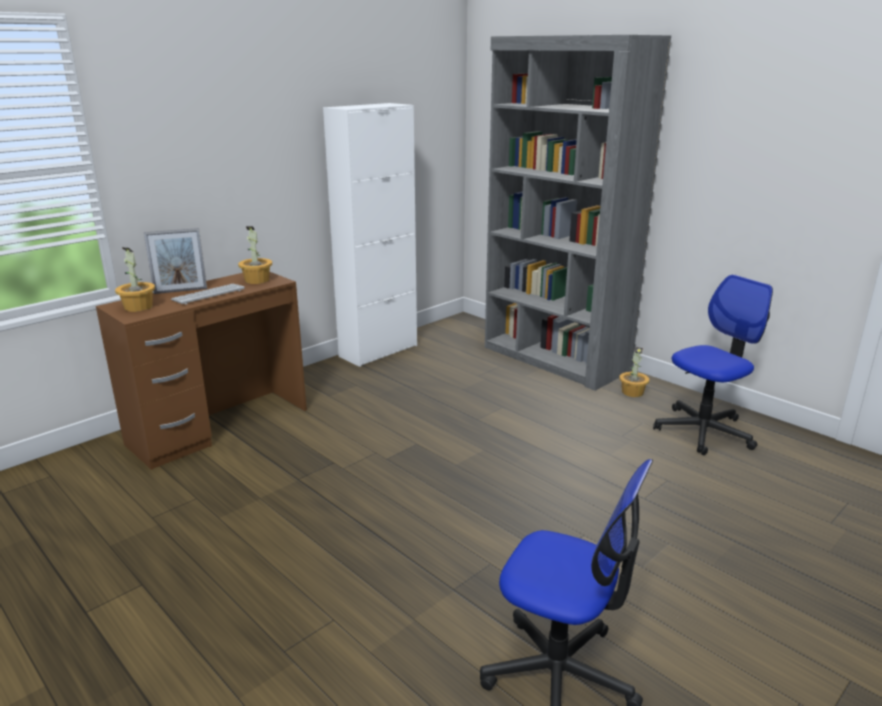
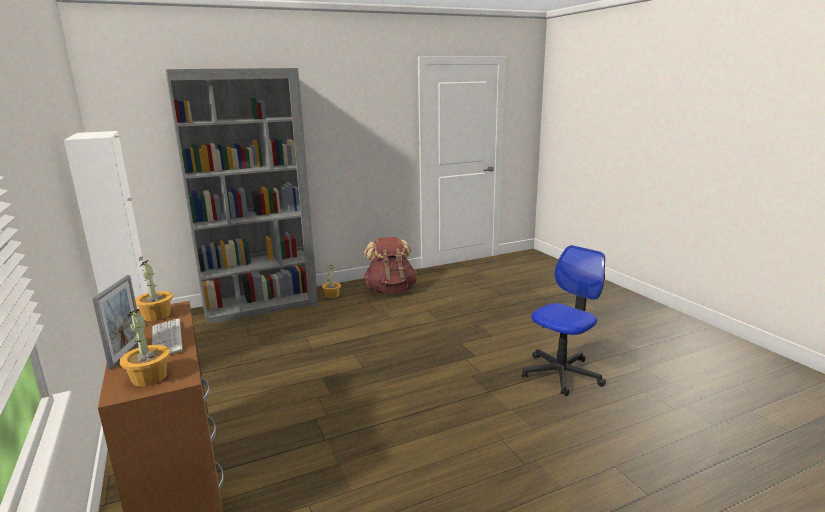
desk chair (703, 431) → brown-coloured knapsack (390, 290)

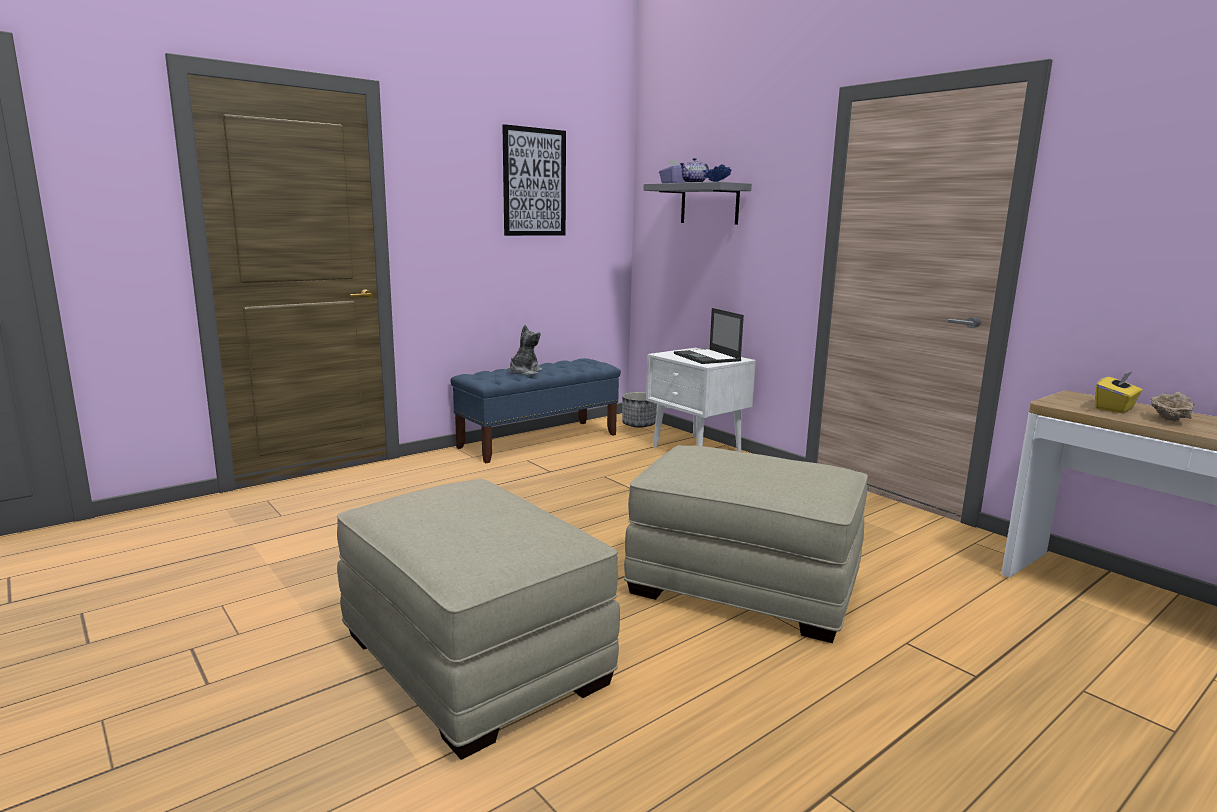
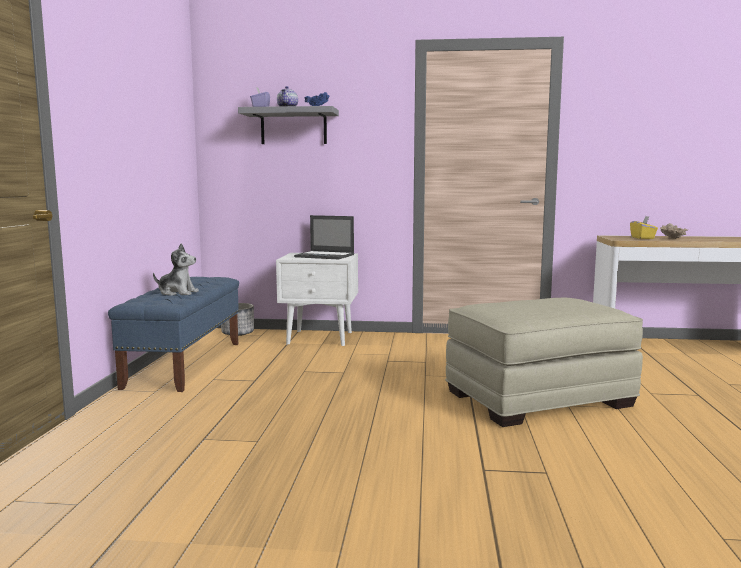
picture (534, 182) → -
cuddly toy (524, 372) → cuddly toy (177, 293), 120 degrees clockwise
beige footrest (475, 659) → -

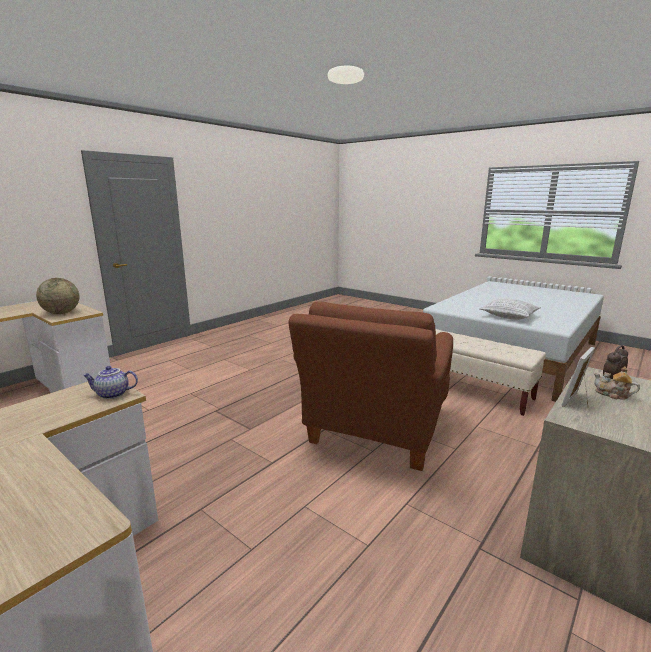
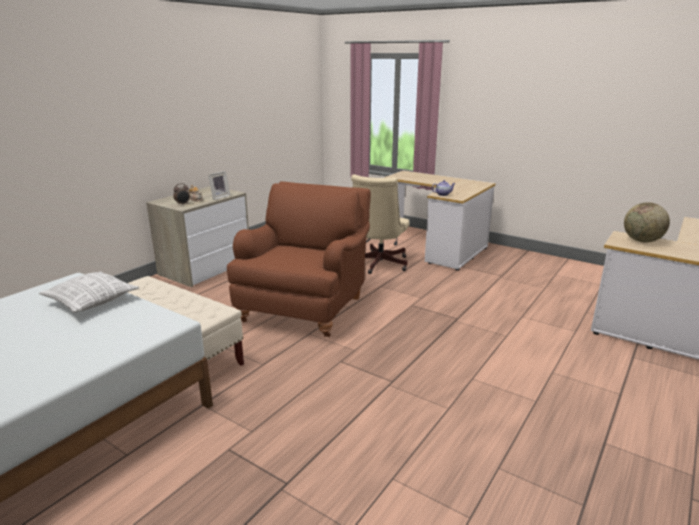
- → beige desk chair (378, 264)

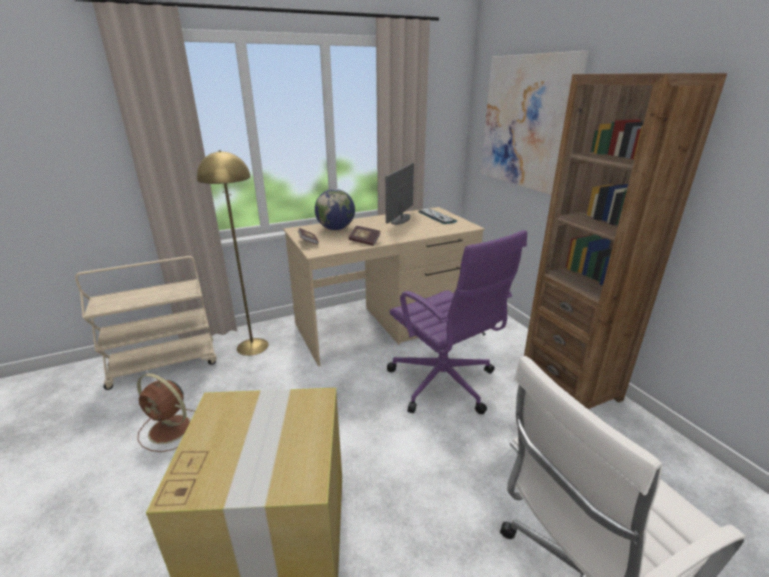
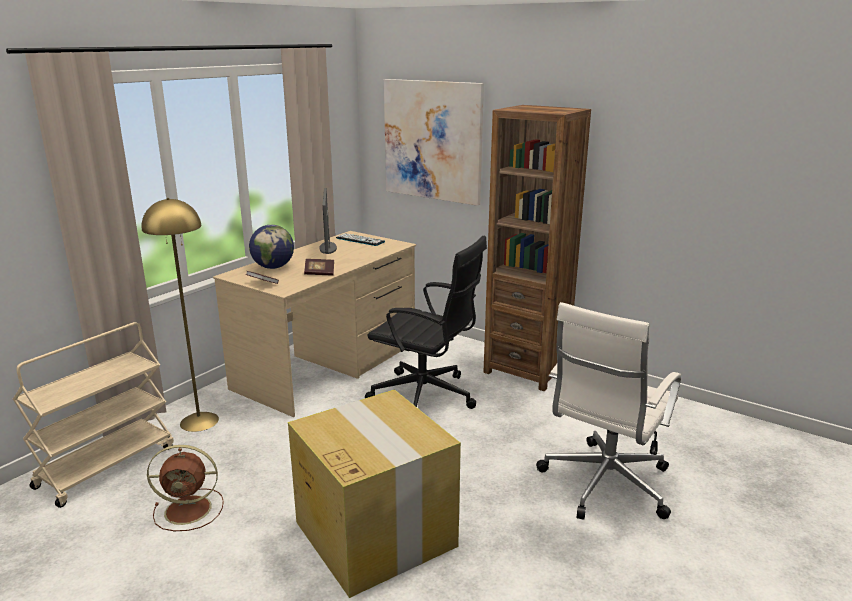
purple-coloured desk chair (444, 384) → blackish desk chair (426, 397)

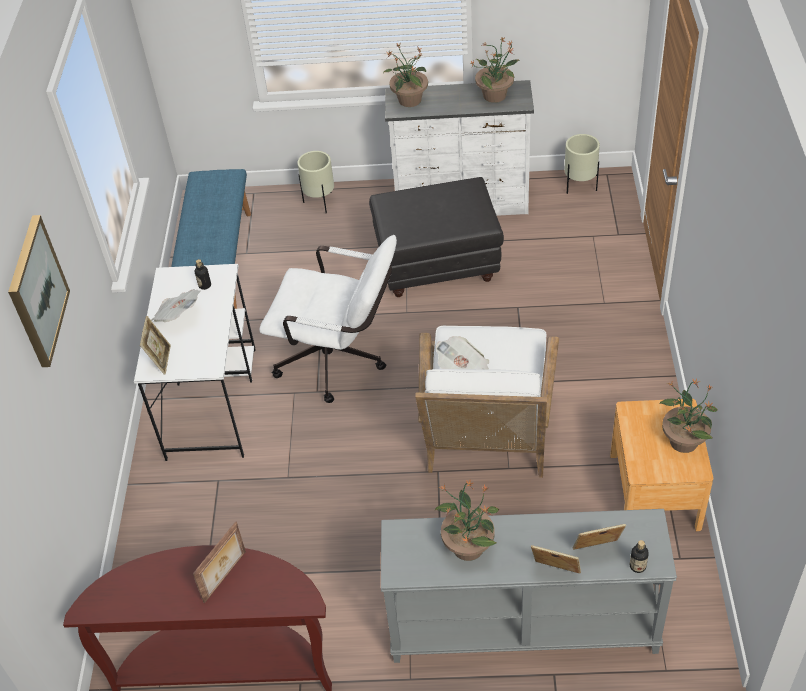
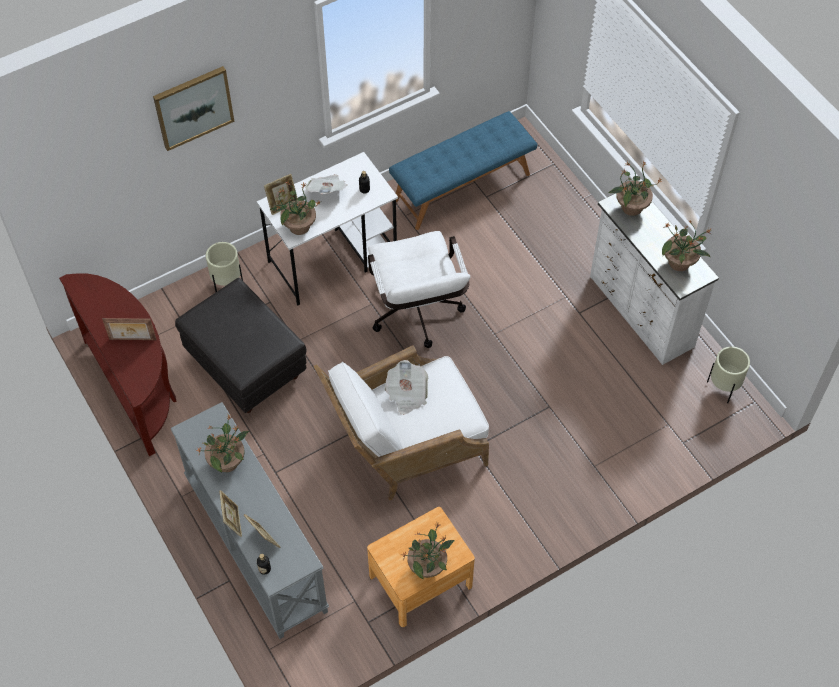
beige plant pot (320, 203) → beige plant pot (227, 284), relocated
blackish footrest (437, 266) → blackish footrest (245, 367), relocated
- → potted plant (298, 226)

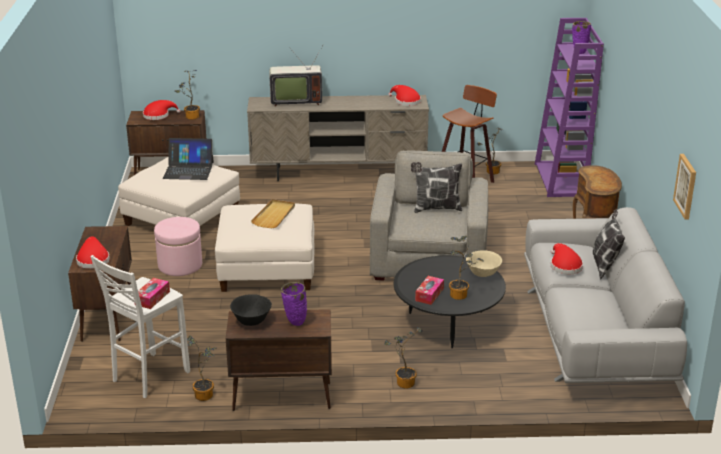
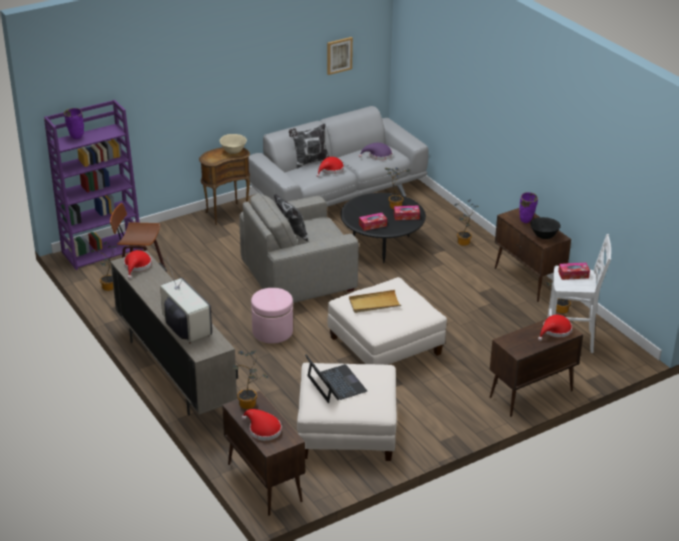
pink-coloured footrest (180, 265) → pink-coloured footrest (272, 332), relocated
beige bowl (483, 274) → beige bowl (233, 151), relocated
- → purple-coloured hat (378, 155)
- → tissue box (372, 225)

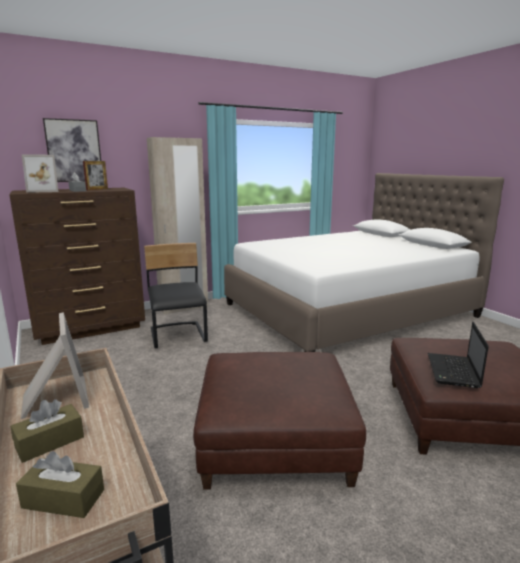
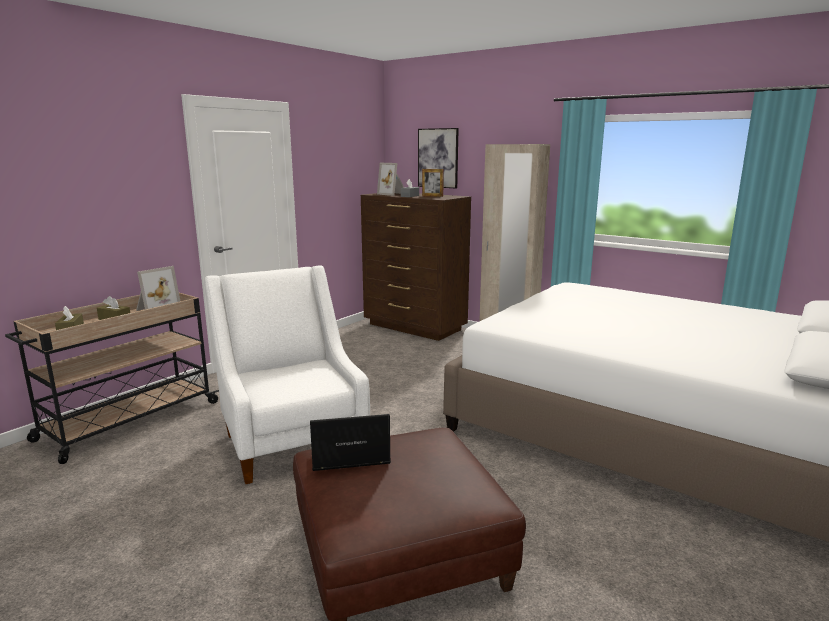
blackish chair (178, 336) → -
brown-coloured footrest (274, 439) → whitish armchair (291, 439)

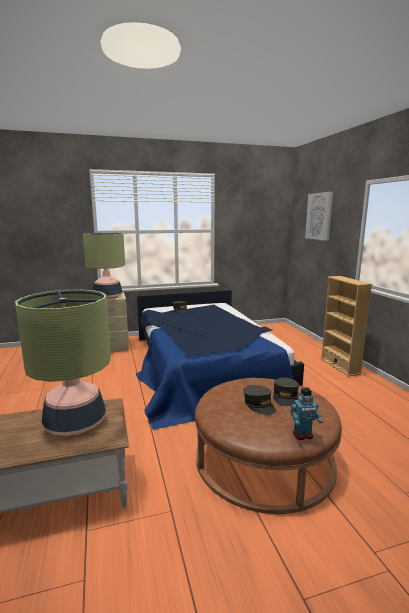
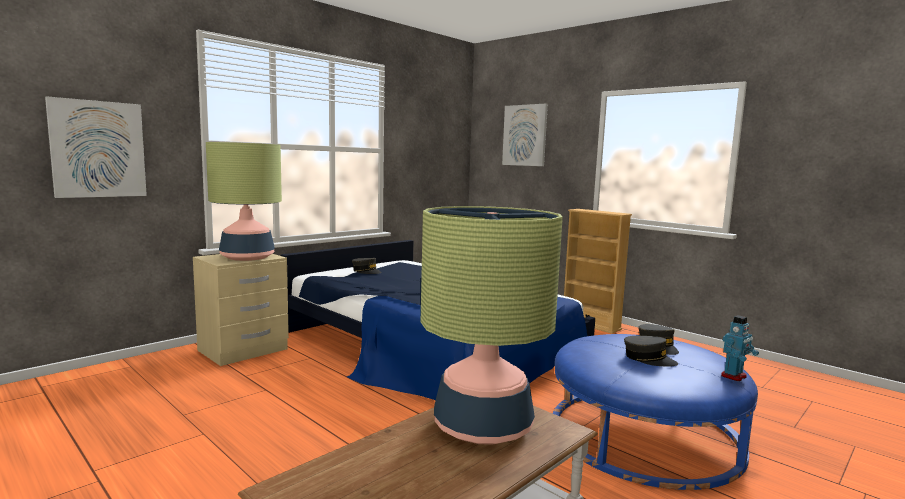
brown-coloured footrest (264, 457) → bluish footrest (644, 433)
- → picture (98, 149)

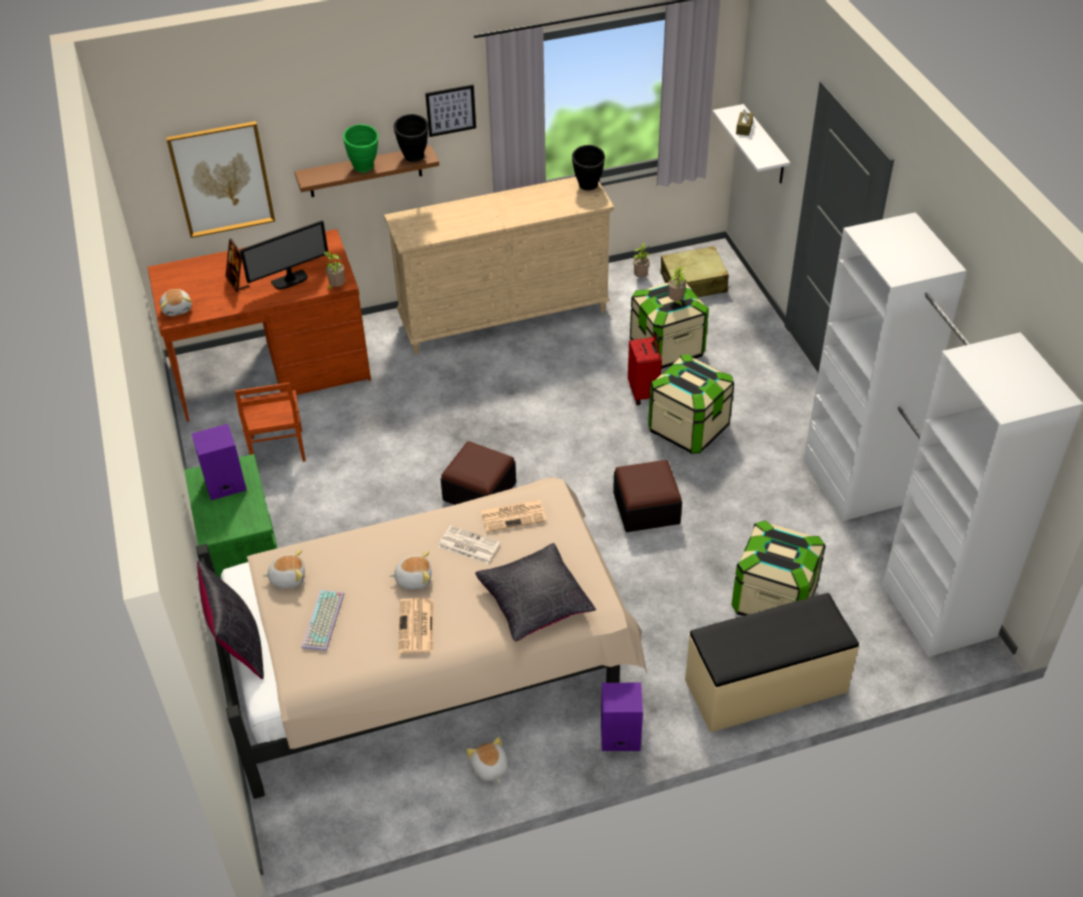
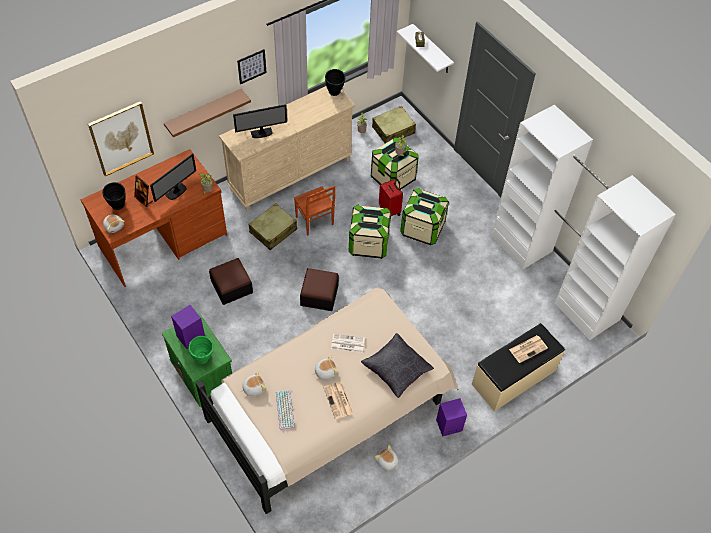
blackish flower vase (414, 159) → blackish flower vase (118, 207), relocated
green flower vase (365, 169) → green flower vase (204, 360), relocated
brown-coloured chair (277, 450) → brown-coloured chair (314, 221), relocated
footrest (646, 508) → footrest (232, 287), relocated
daily paper (514, 515) → daily paper (528, 348), relocated
storage box (773, 600) → storage box (368, 243), relocated
blackish pillow (238, 646) → -
- → monitor (261, 133)
- → beige travel case (273, 231)

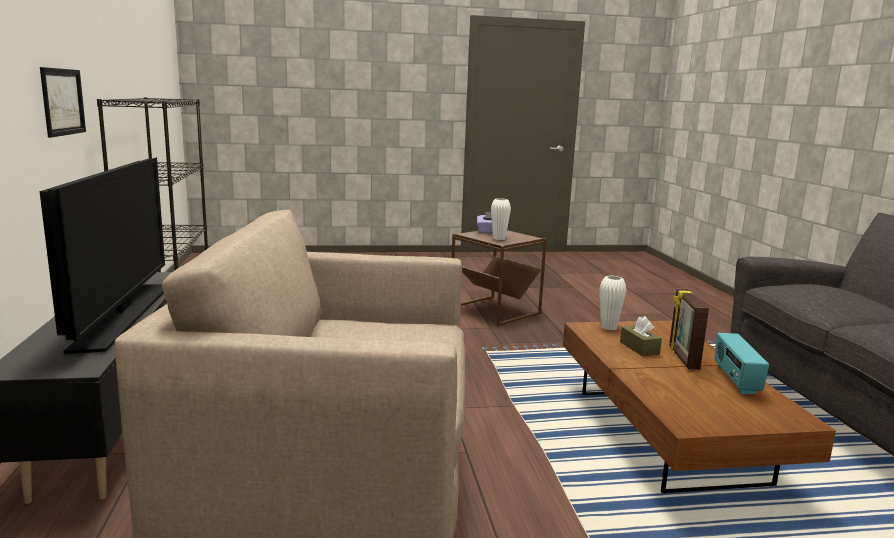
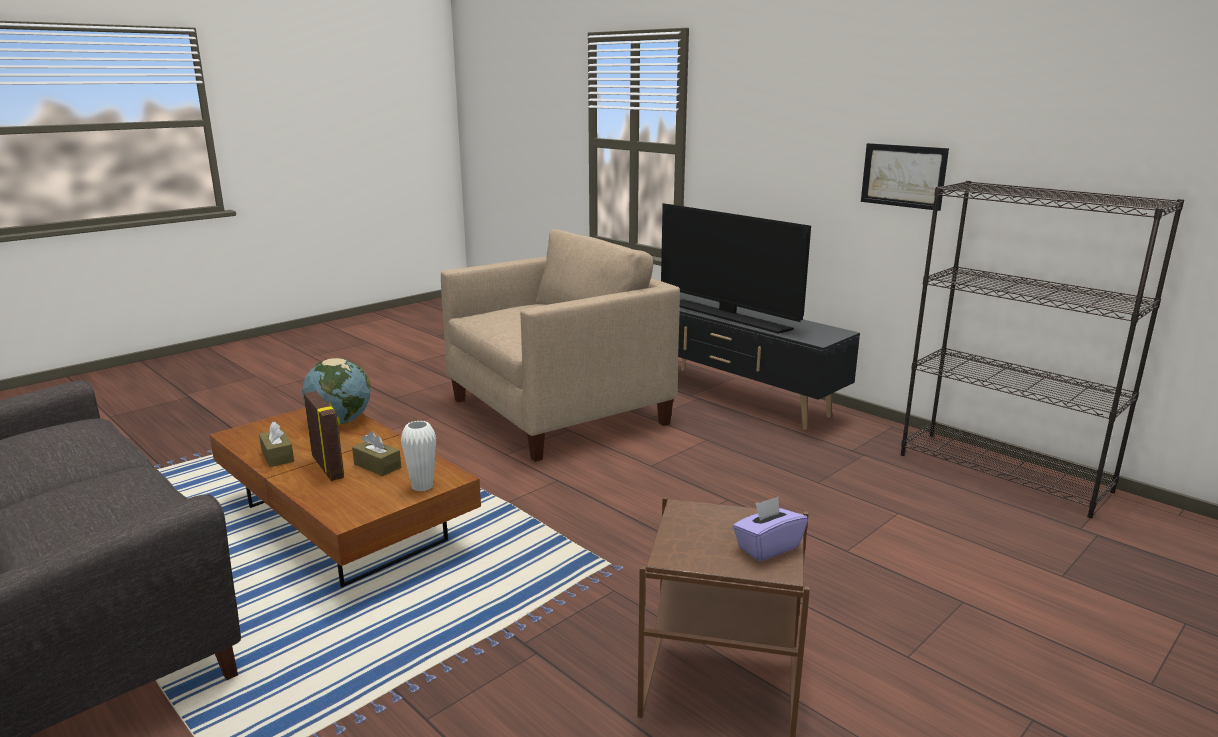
whitish flower vase (499, 238) → -
radio set (735, 380) → brown-coloured tissue box (277, 456)
- → desk globe (340, 421)

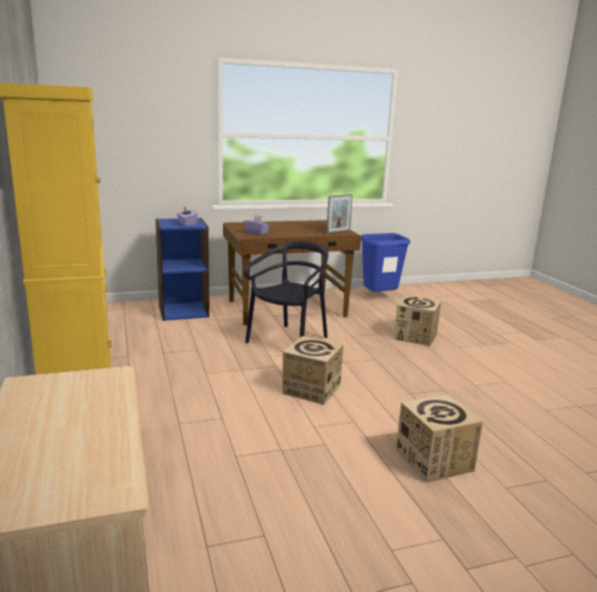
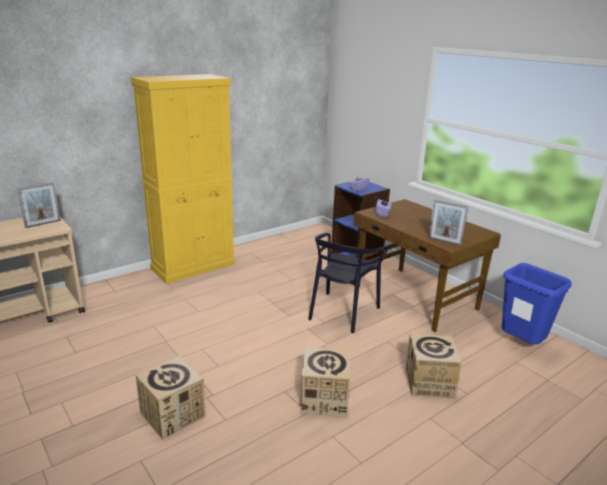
blackish chair (289, 341) → blackish chair (342, 312), 105 degrees clockwise
cardboard box (311, 389) → cardboard box (324, 399), relocated
- → standing frame (43, 224)

